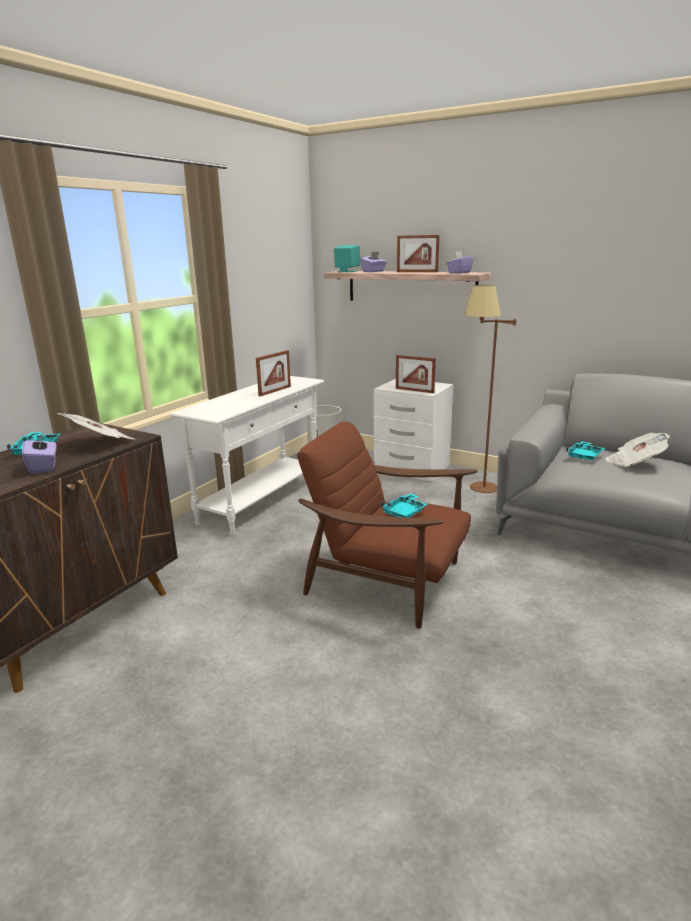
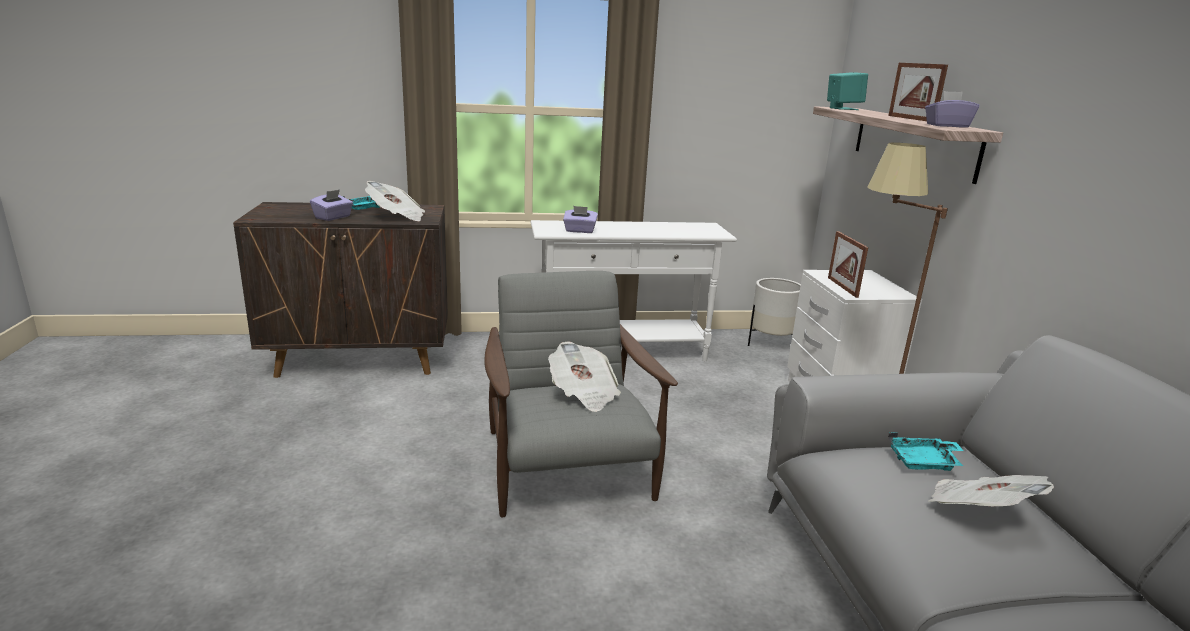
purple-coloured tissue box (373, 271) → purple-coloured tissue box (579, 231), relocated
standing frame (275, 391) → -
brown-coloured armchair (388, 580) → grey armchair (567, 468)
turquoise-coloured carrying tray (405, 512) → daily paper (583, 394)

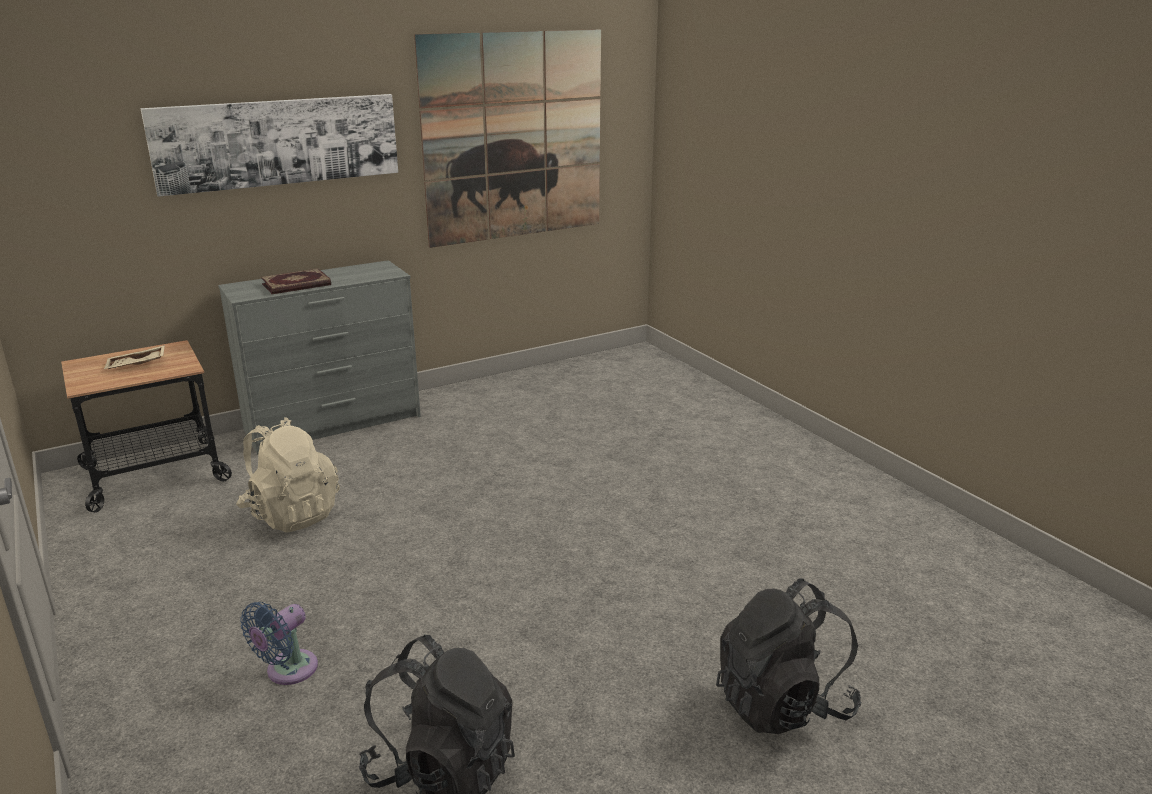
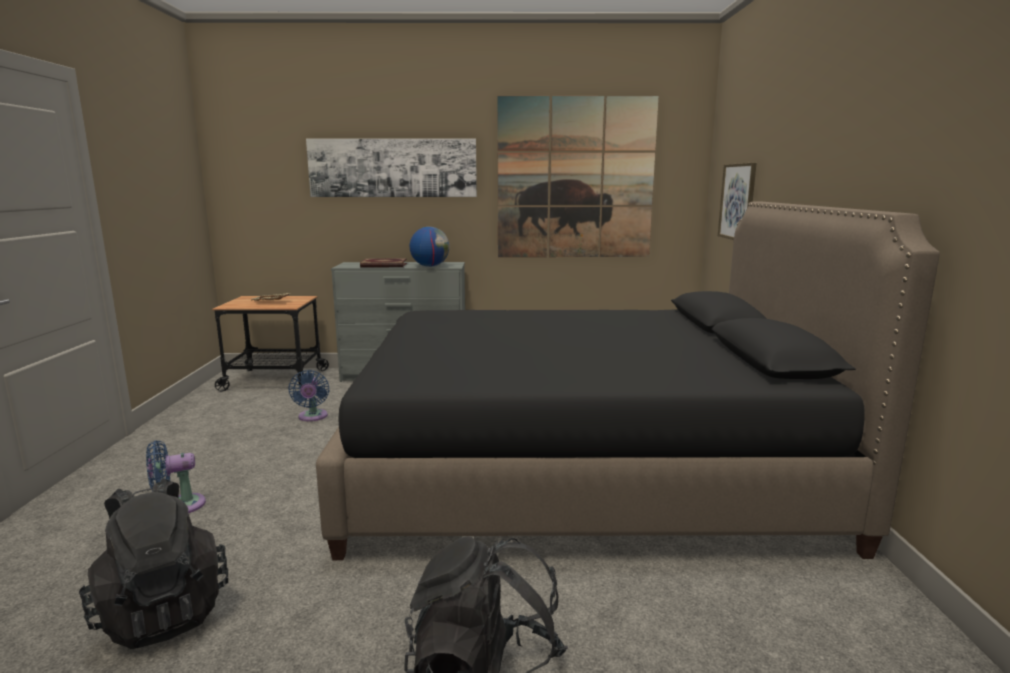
beige knapsack (291, 514) → bluish electric fan (312, 417)
- → picture (737, 202)
- → blackish bed (580, 469)
- → desk globe (430, 266)

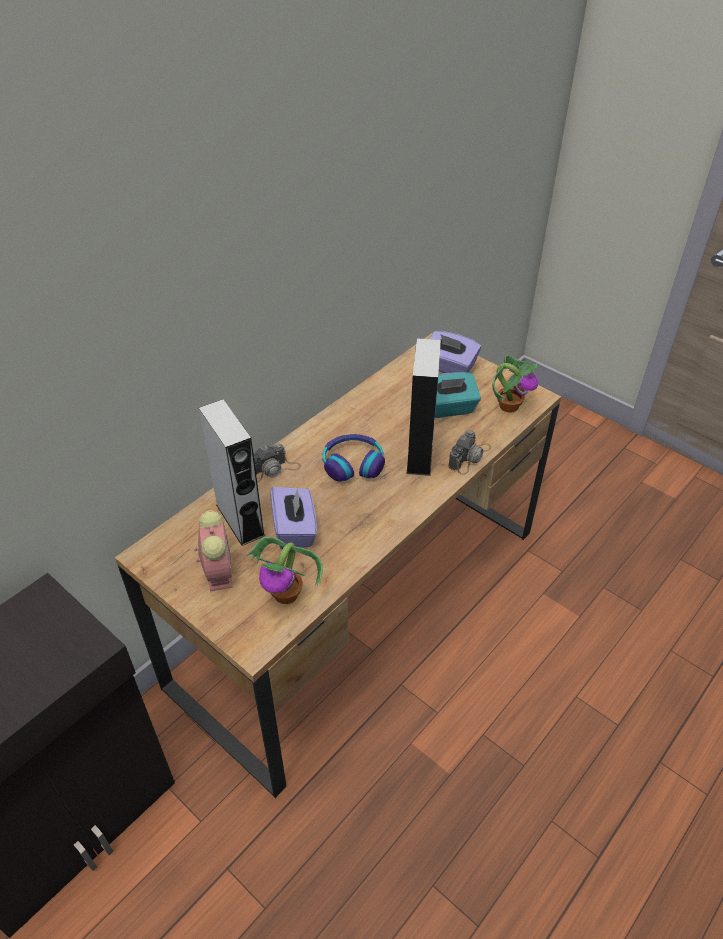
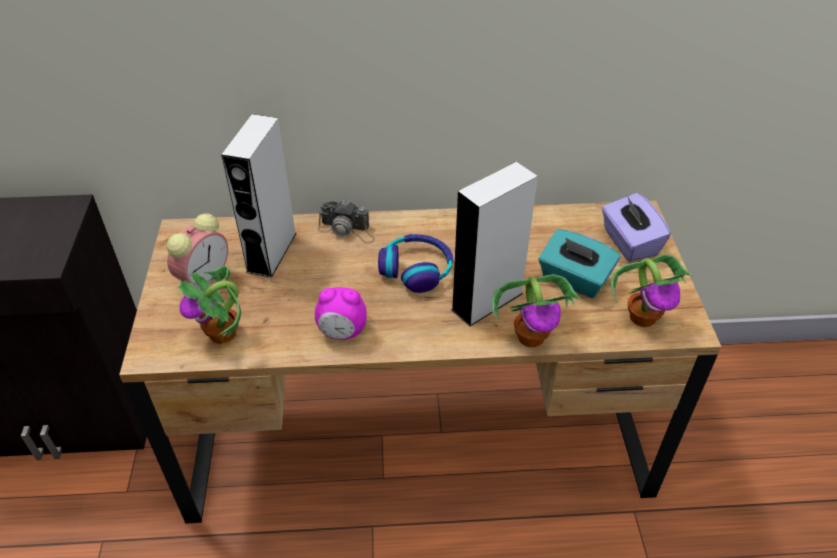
photo camera (469, 457) → potted plant (531, 336)
purple-coloured tissue box (295, 530) → -
- → table clock (342, 332)

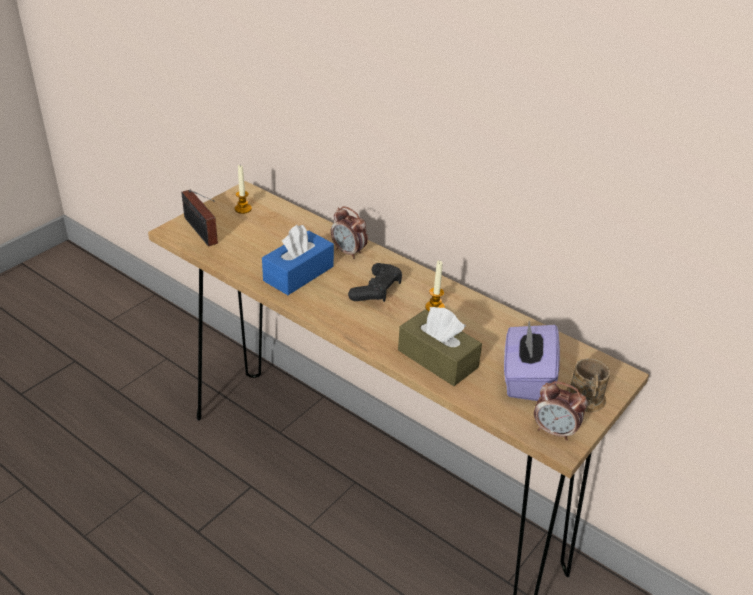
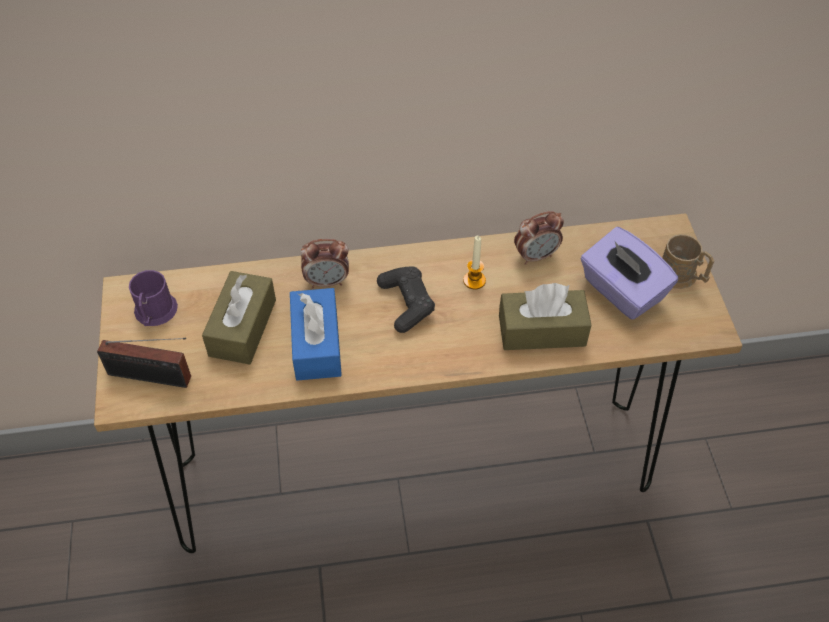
wax candle (243, 209) → purple-coloured coffee mug (155, 314)
table clock (555, 431) → table clock (536, 256), relocated
- → brown-coloured tissue box (242, 327)

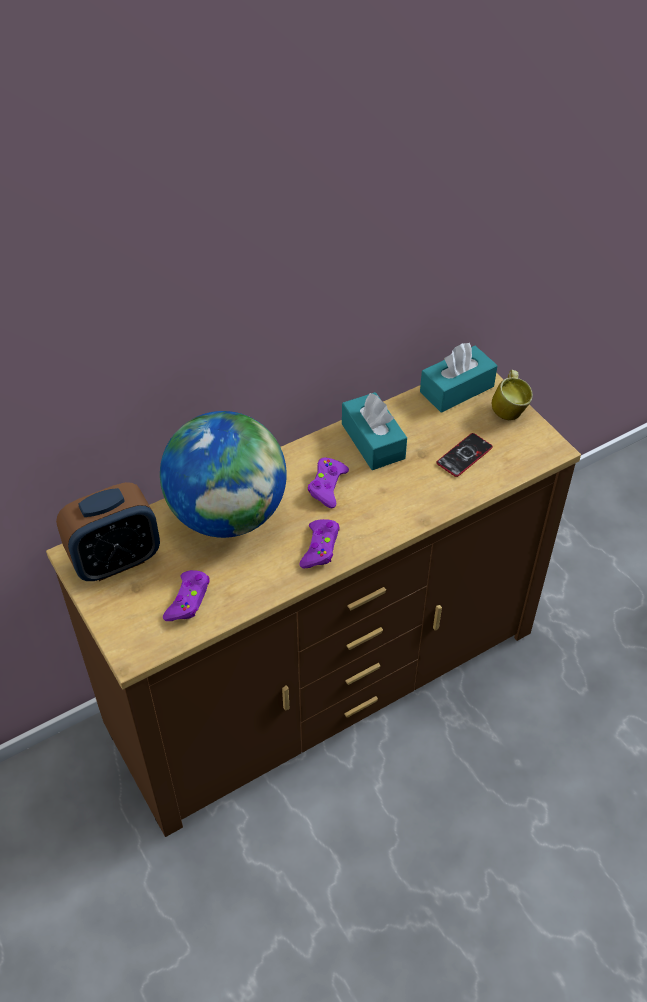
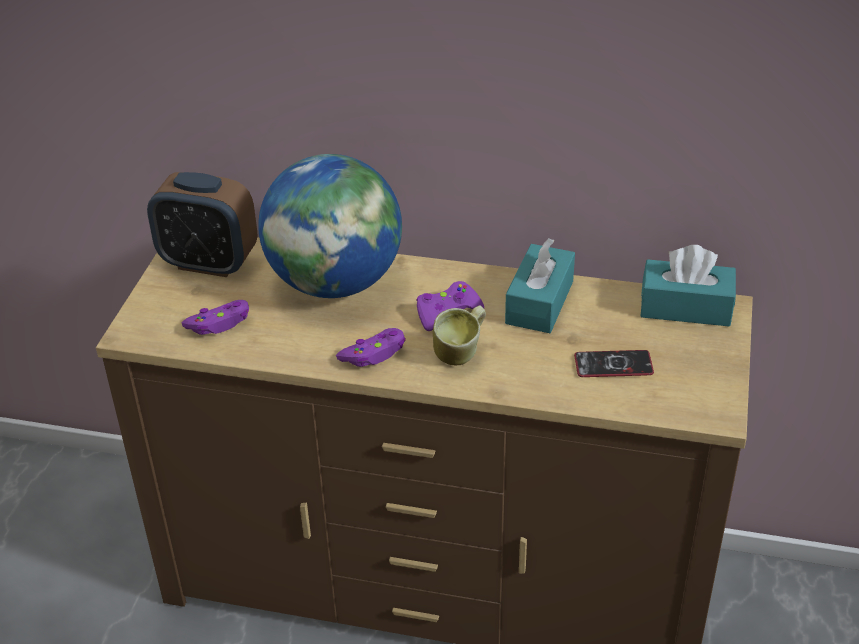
coffee mug (509, 409) → coffee mug (461, 354), relocated

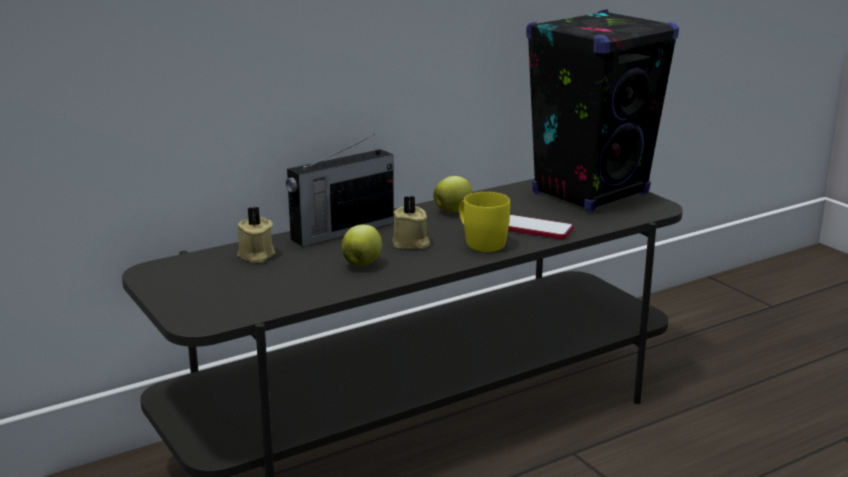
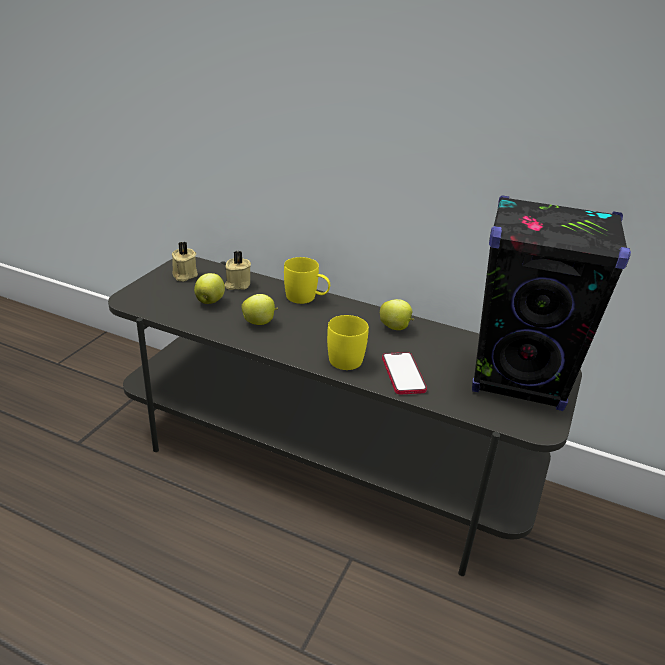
radio set (341, 231) → yellow coffee mug (306, 298)
beige wax candle (411, 243) → beige wax candle (184, 275), relocated
- → apple fruit (210, 301)

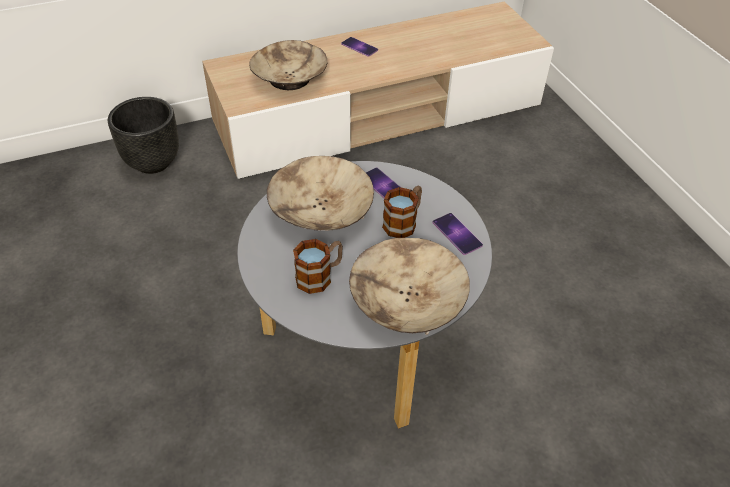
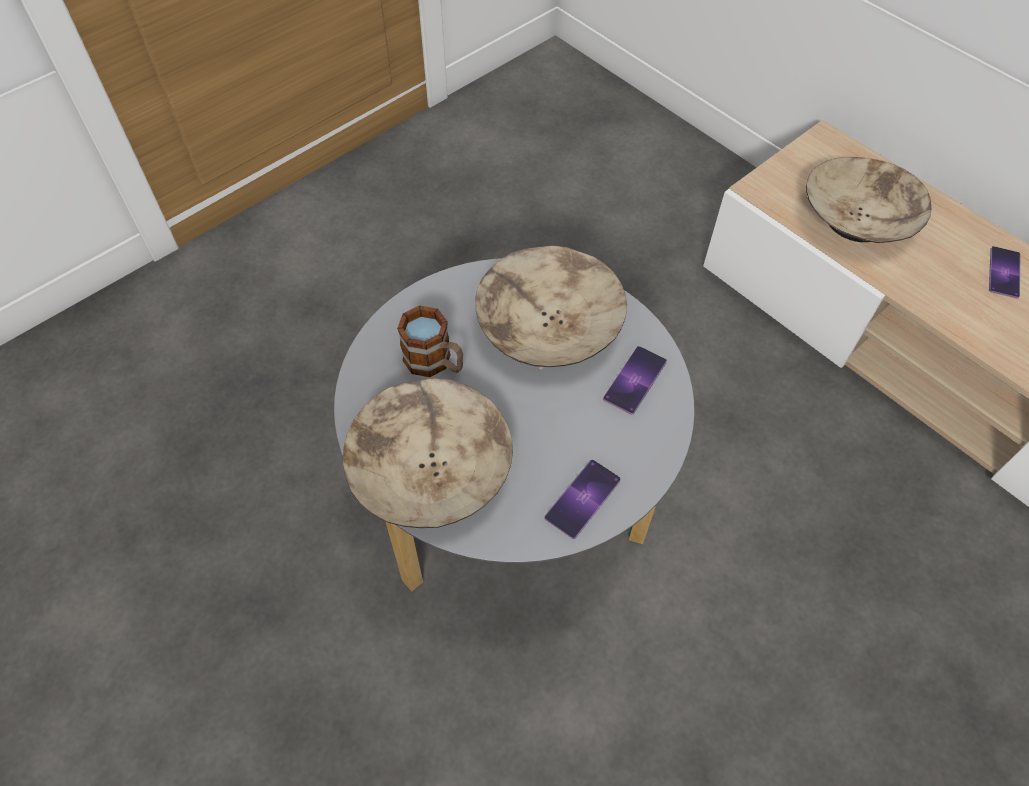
blackish plant pot (153, 162) → -
coffee mug (403, 222) → -

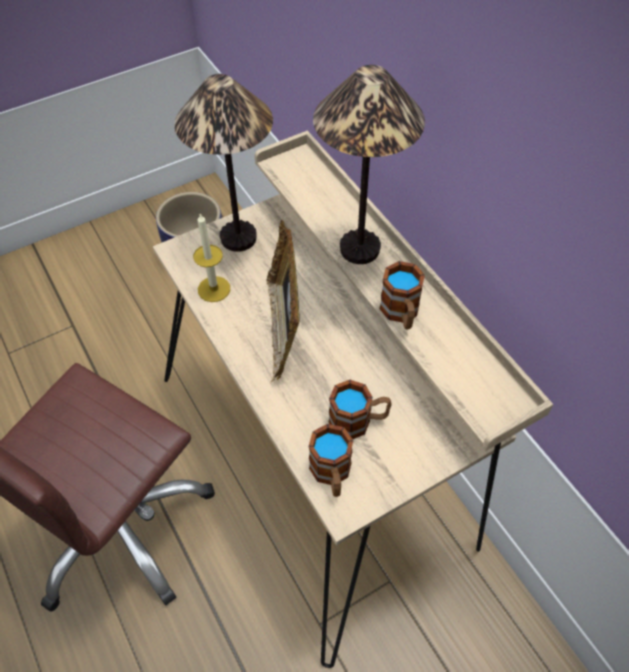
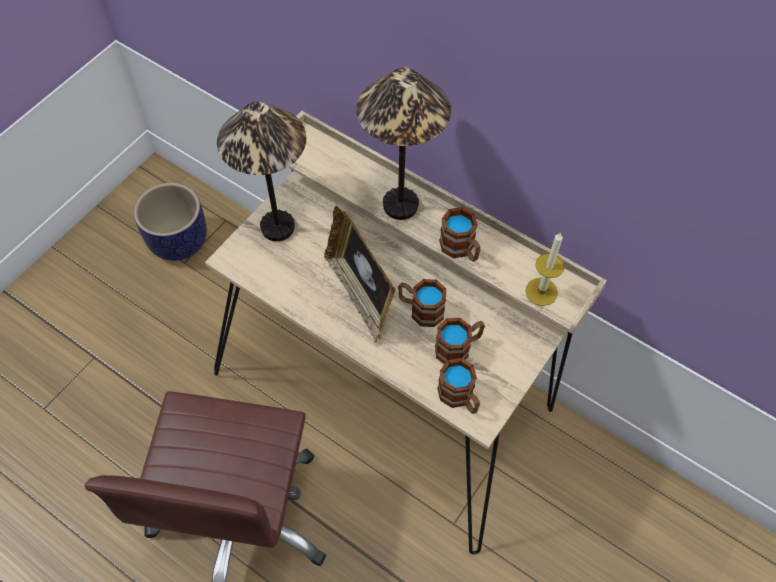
wax candle (214, 289) → wax candle (541, 291), relocated
- → coffee mug (420, 309)

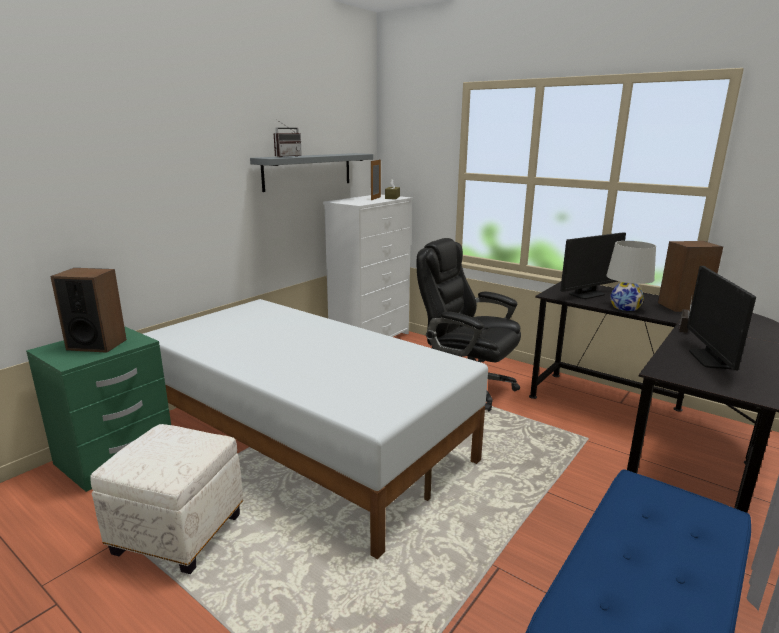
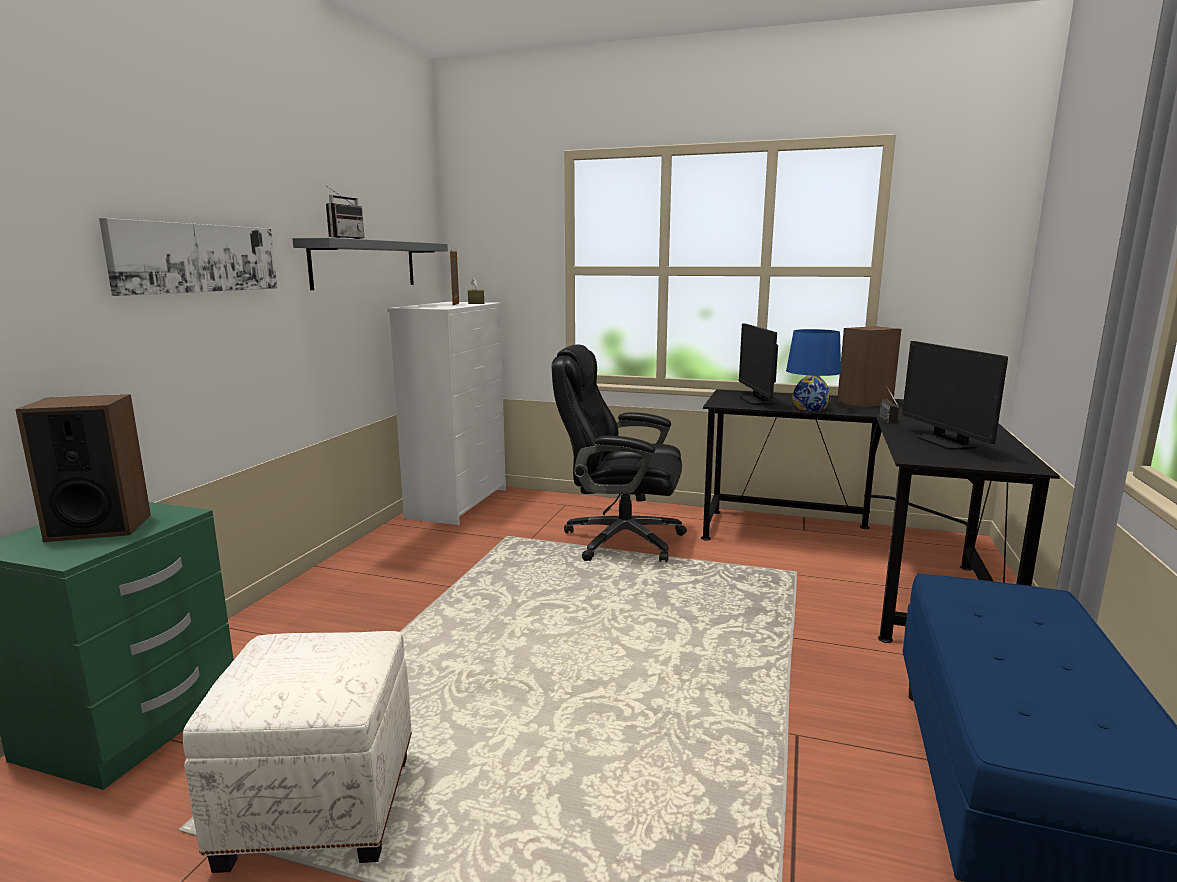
monitor (587, 294) → monitor (757, 400), 135 degrees clockwise
whitish lamp for a table (625, 307) → bluish lamp for a table (810, 408)
whitish bed (306, 440) → -
- → picture (196, 258)

